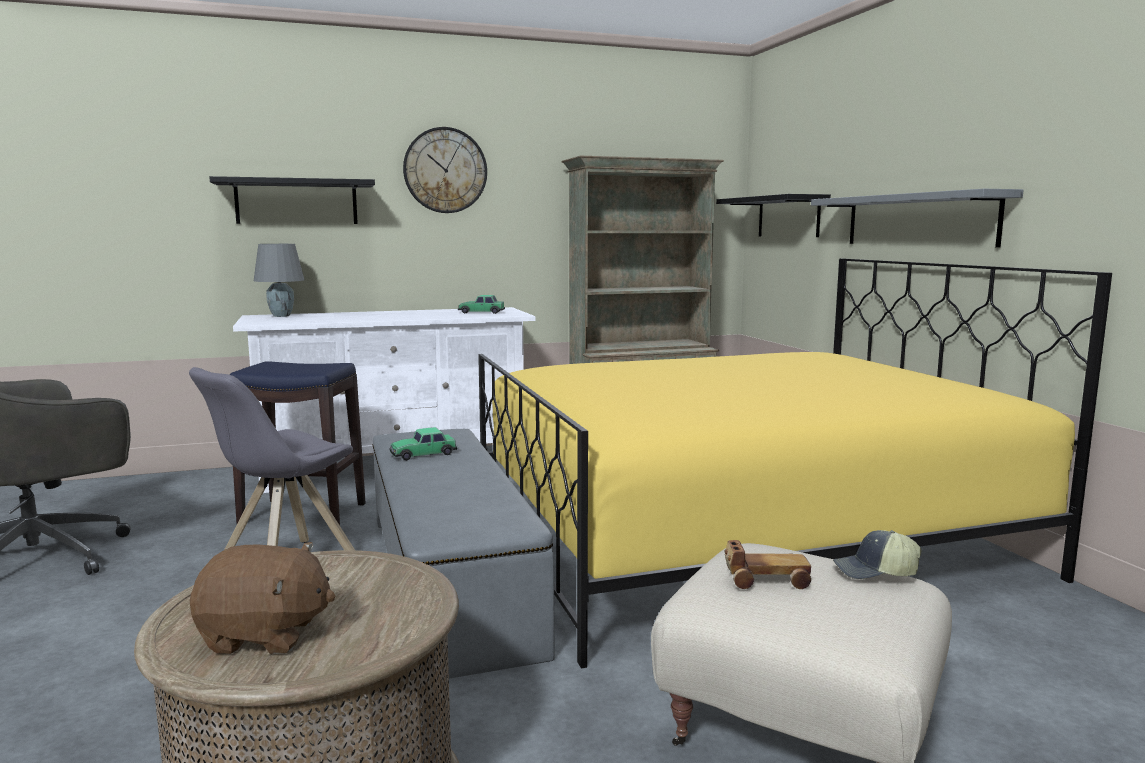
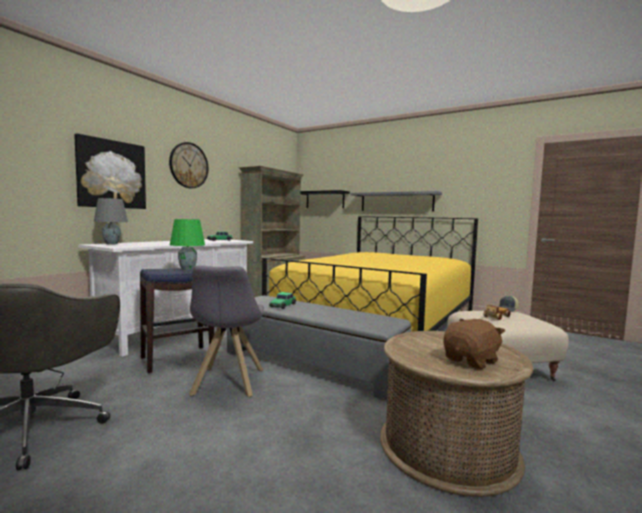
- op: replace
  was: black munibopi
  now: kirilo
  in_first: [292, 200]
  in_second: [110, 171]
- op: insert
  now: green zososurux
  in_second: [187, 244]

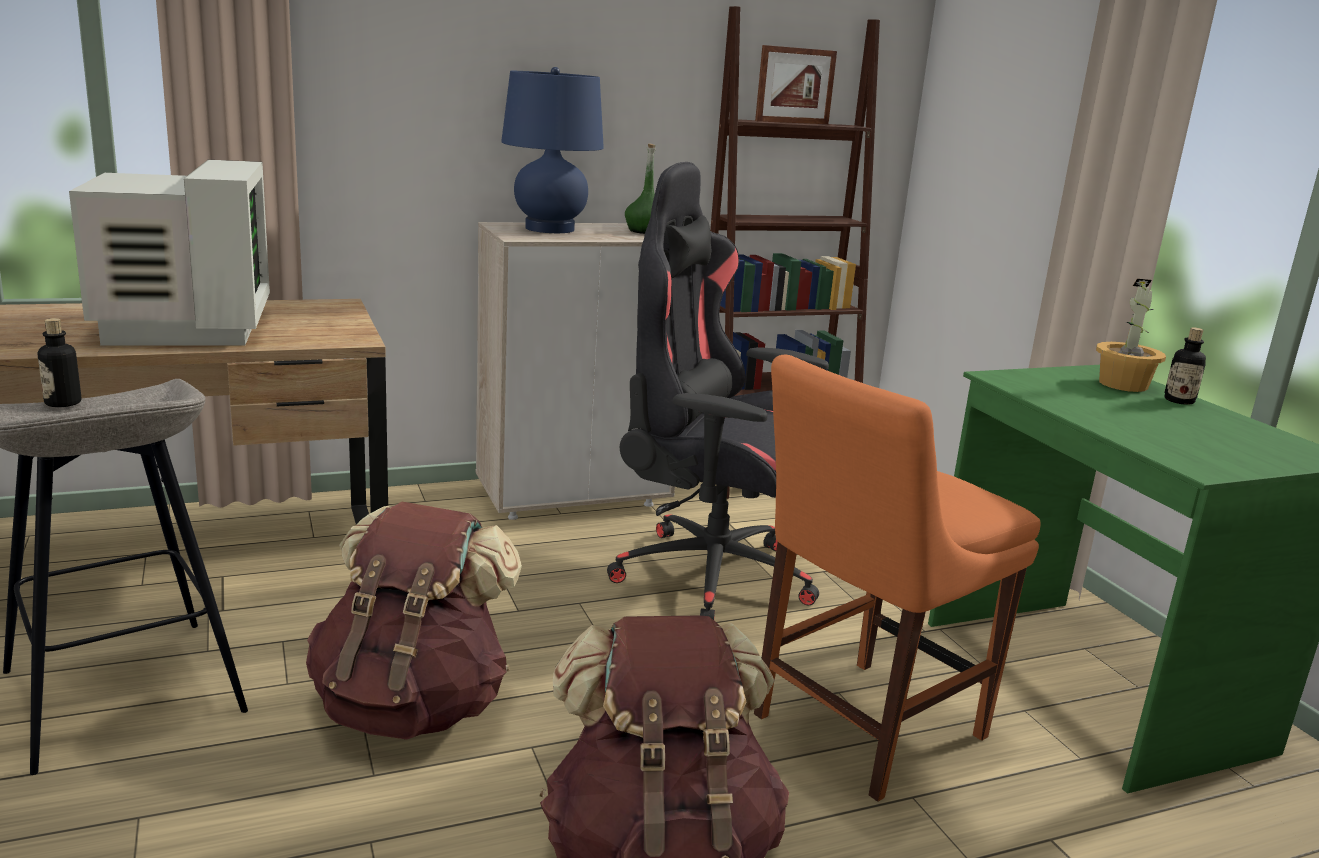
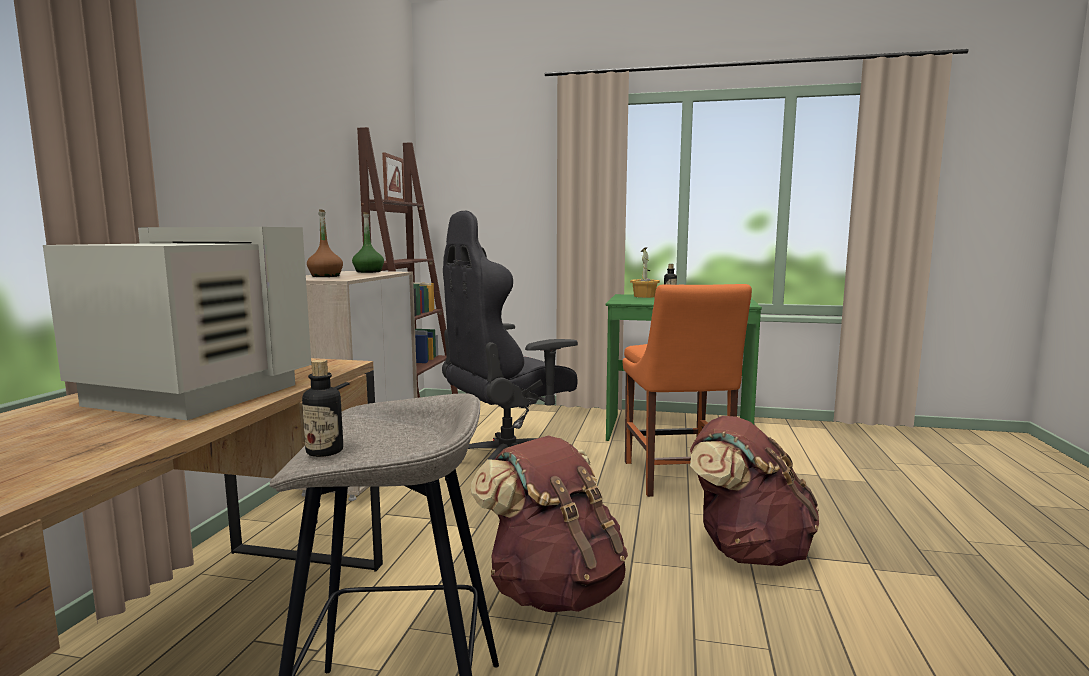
- op: replace
  was: blue zososurux
  now: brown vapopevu
  in_first: [552, 150]
  in_second: [325, 243]

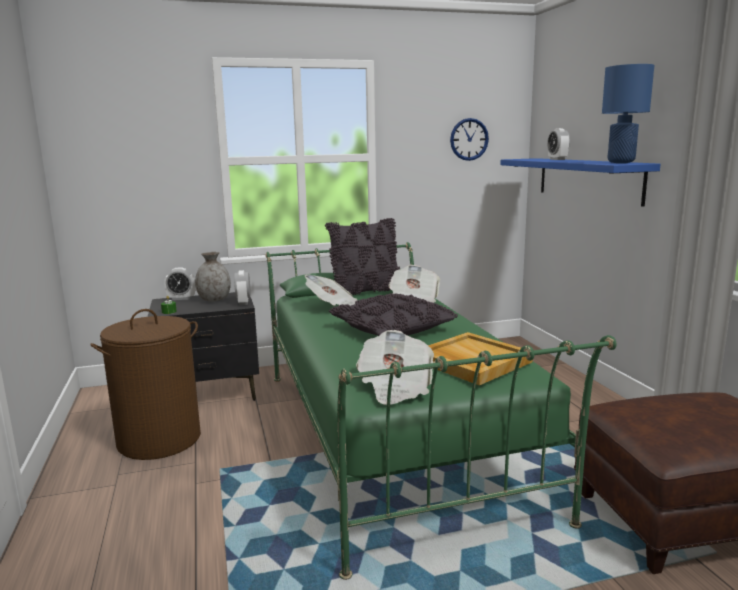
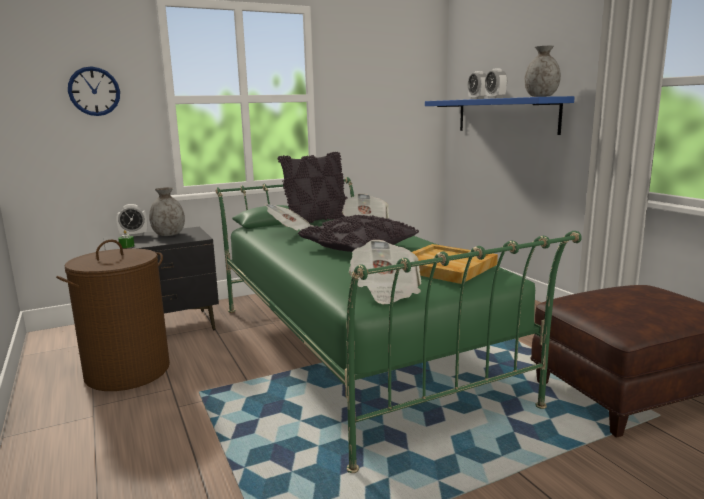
- op: move
  was: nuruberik
  in_first: [469, 139]
  in_second: [94, 91]
- op: move
  was: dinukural
  in_first: [242, 287]
  in_second: [496, 84]
- op: replace
  was: blue zososurux
  now: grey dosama
  in_first: [628, 113]
  in_second: [542, 71]

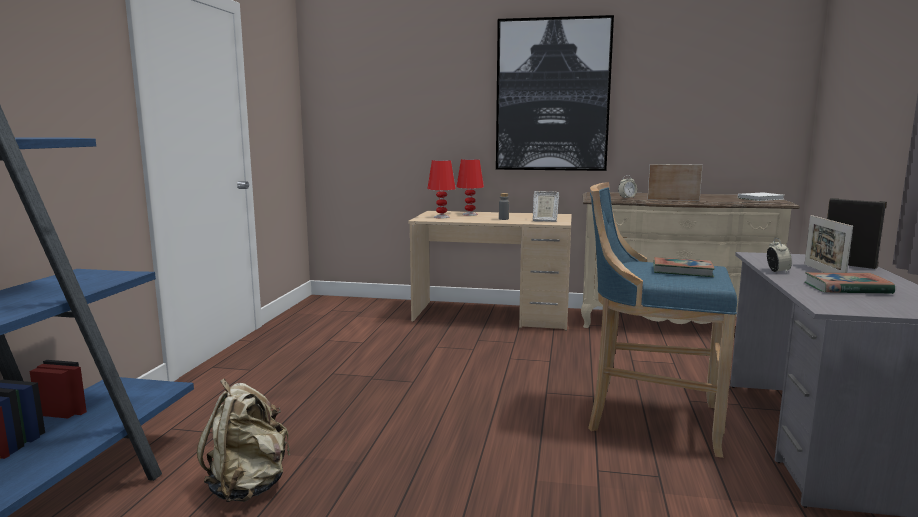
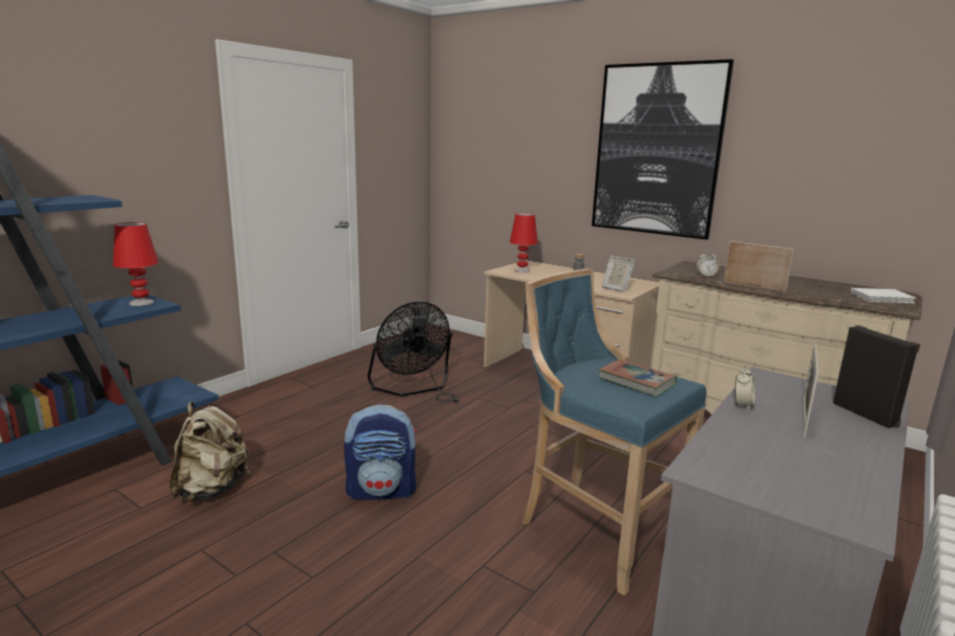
- op: move
  was: red zososurux
  in_first: [470, 187]
  in_second: [136, 264]
- op: insert
  now: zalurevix
  in_second: [380, 452]
- op: insert
  now: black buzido
  in_second: [413, 352]
- op: delete
  was: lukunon
  in_first: [849, 283]

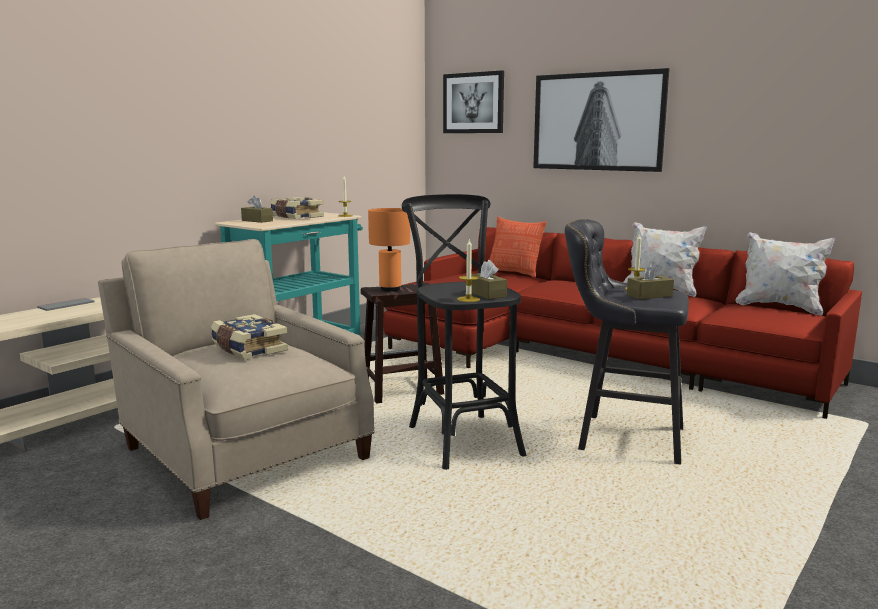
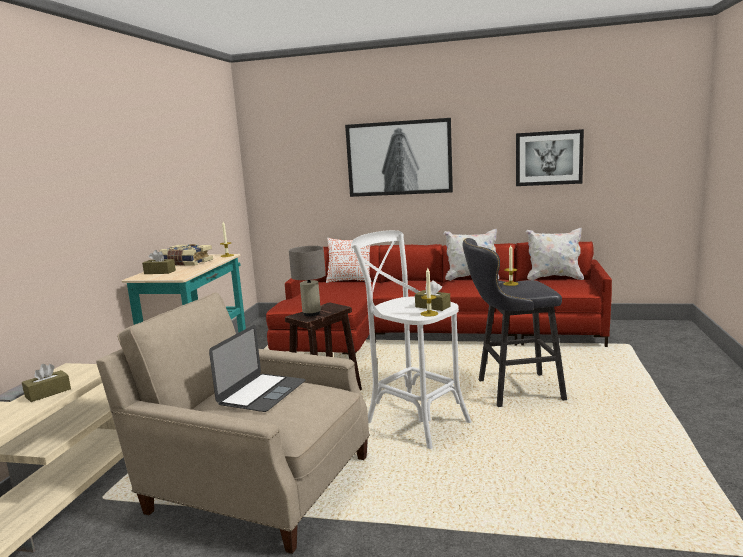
- op: move
  was: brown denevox
  in_first: [650, 281]
  in_second: [46, 383]
- op: replace
  was: lukunon
  now: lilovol
  in_first: [249, 337]
  in_second: [257, 368]
- op: recolor
  was: orange zososurux
  now: grey zososurux
  in_first: [389, 250]
  in_second: [307, 281]
- op: recolor
  was: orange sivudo
  now: white sivudo
  in_first: [518, 247]
  in_second: [348, 260]
- op: recolor
  was: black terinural
  now: white terinural
  in_first: [464, 332]
  in_second: [411, 339]
- op: move
  was: kirilo
  in_first: [473, 101]
  in_second: [550, 157]

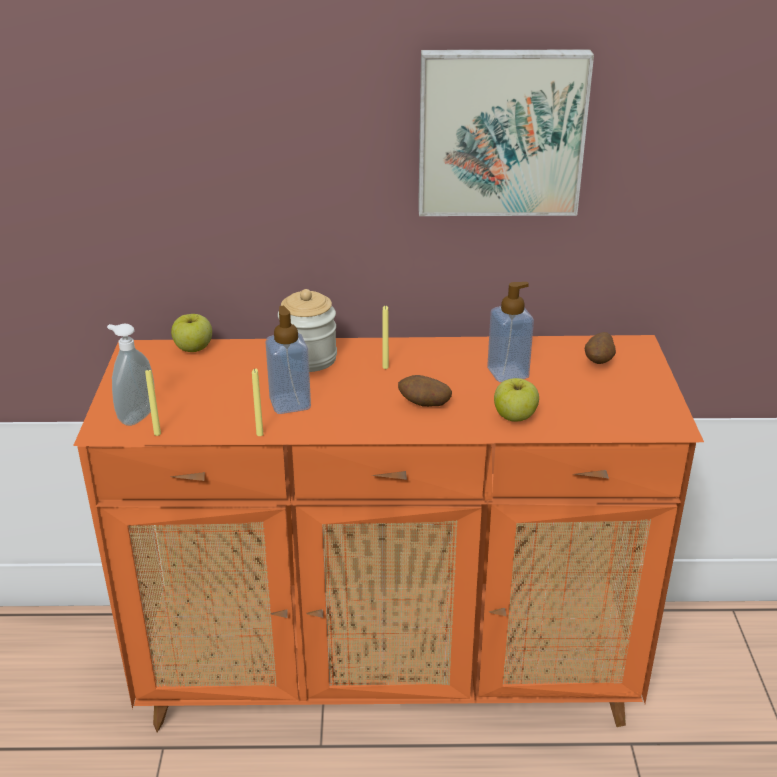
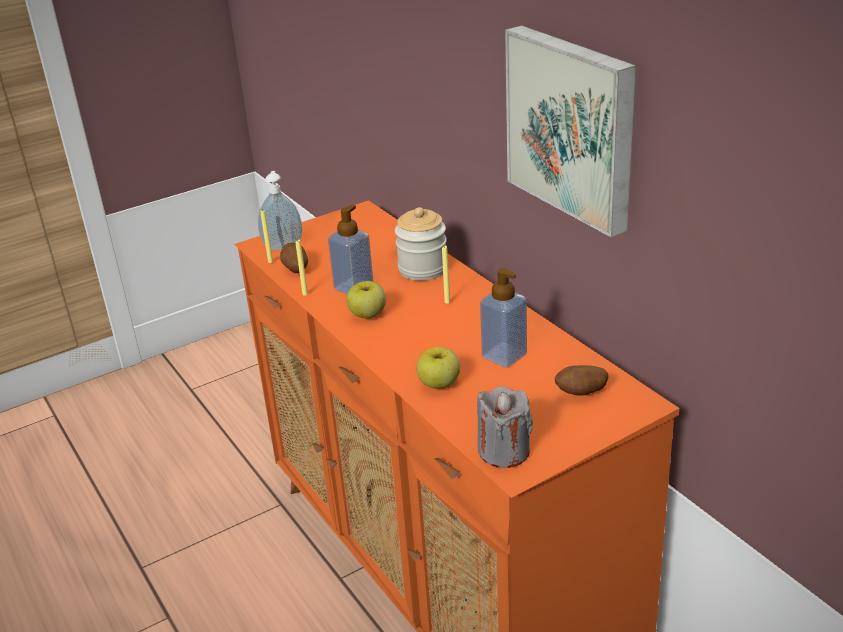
- op: move
  was: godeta
  in_first: [425, 391]
  in_second: [294, 257]
- op: move
  was: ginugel
  in_first: [191, 333]
  in_second: [366, 300]
- op: insert
  now: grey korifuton
  in_second: [505, 427]

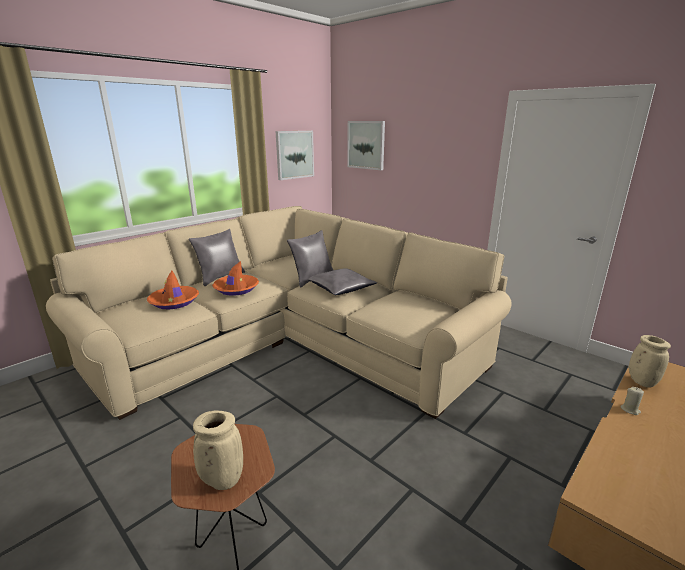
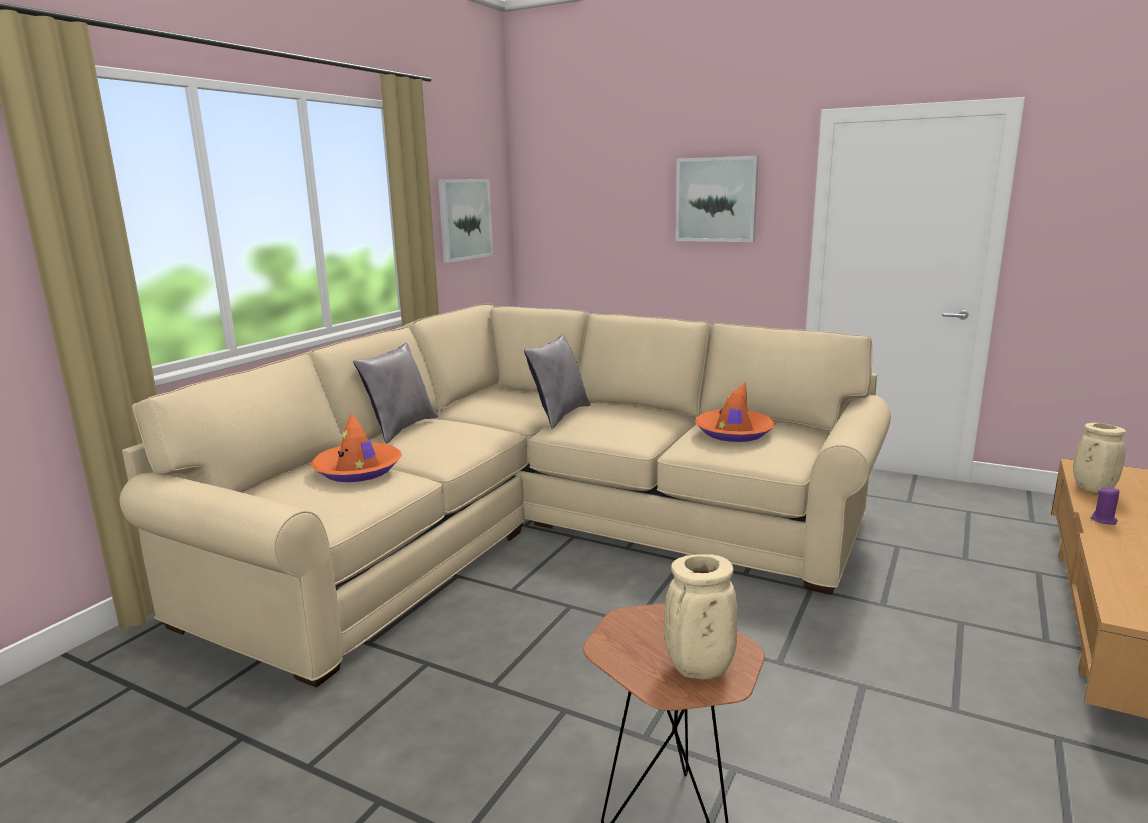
- op: move
  was: kirilo
  in_first: [366, 145]
  in_second: [717, 199]
- op: move
  was: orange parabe
  in_first: [235, 278]
  in_second: [735, 412]
- op: recolor
  was: beige korifuton
  now: purple korifuton
  in_first: [632, 401]
  in_second: [1105, 505]
- op: delete
  was: grey sivudo
  in_first: [342, 281]

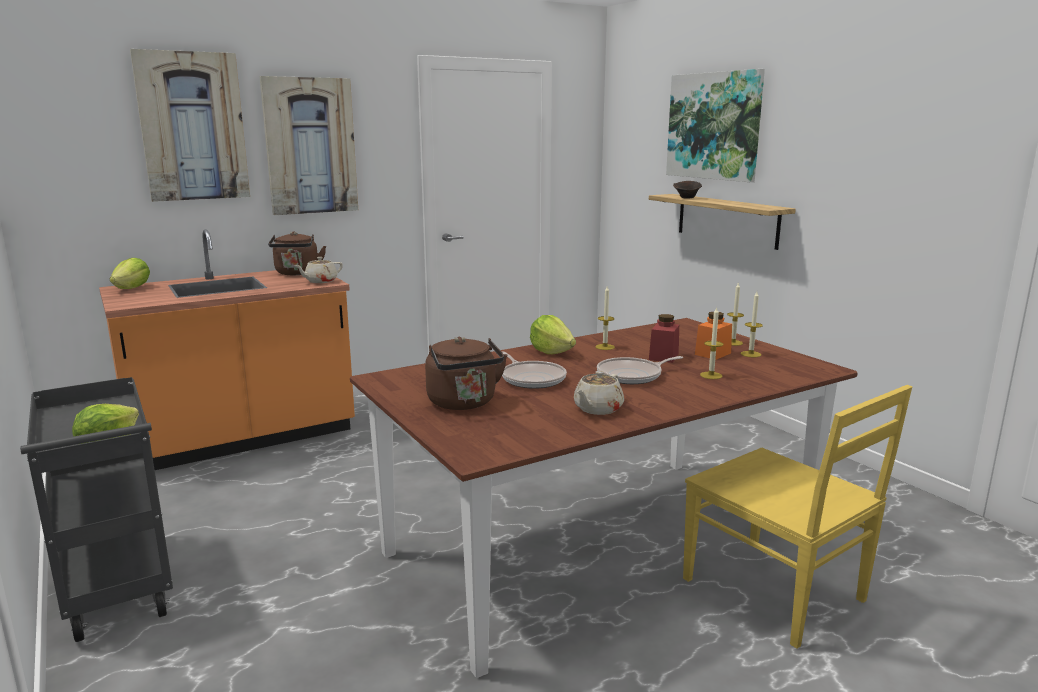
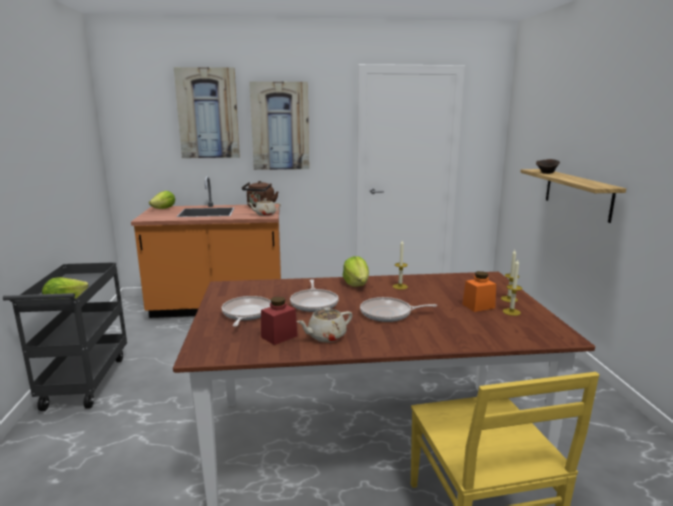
- op: replace
  was: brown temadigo
  now: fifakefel
  in_first: [466, 373]
  in_second: [246, 311]
- op: move
  was: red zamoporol
  in_first: [664, 338]
  in_second: [279, 320]
- op: delete
  was: kirilo
  in_first: [715, 125]
- op: delete
  was: korifuton
  in_first: [711, 343]

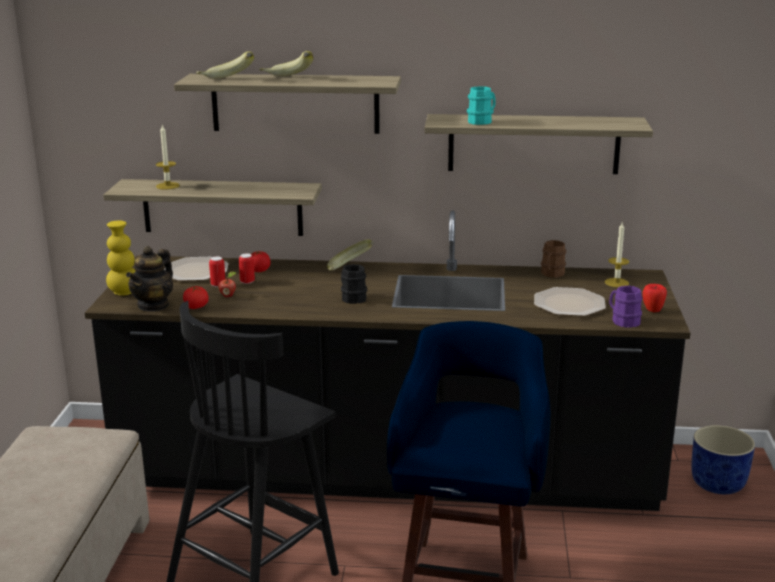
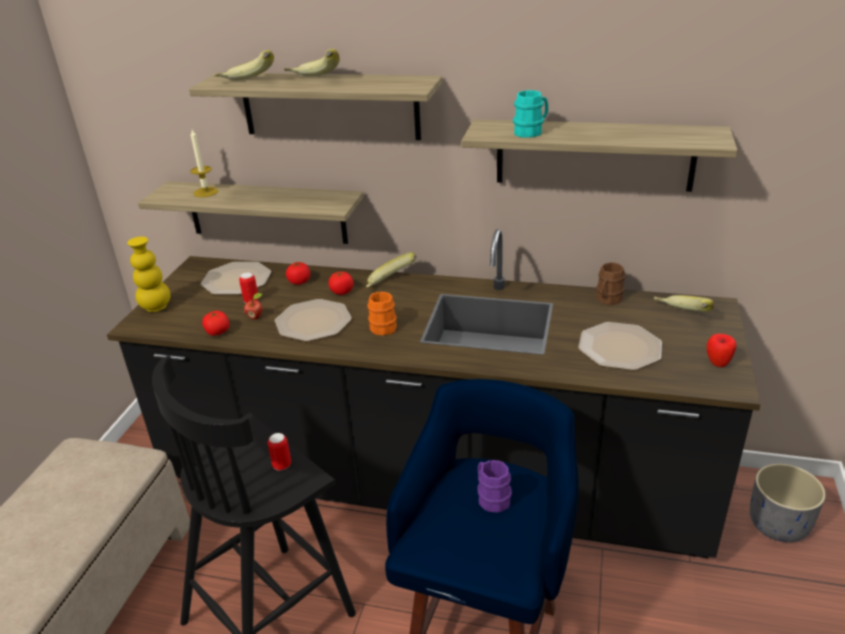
- op: move
  was: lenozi
  in_first: [247, 268]
  in_second: [279, 452]
- op: insert
  now: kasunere
  in_second: [313, 320]
- op: insert
  now: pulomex
  in_second: [341, 283]
- op: recolor
  was: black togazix
  now: orange togazix
  in_first: [354, 284]
  in_second: [382, 313]
- op: move
  was: purple togazix
  in_first: [625, 306]
  in_second: [494, 486]
- op: replace
  was: korifuton
  now: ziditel
  in_first: [617, 254]
  in_second: [683, 303]
- op: recolor
  was: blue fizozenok
  now: grey fizozenok
  in_first: [723, 459]
  in_second: [788, 503]
- op: delete
  was: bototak
  in_first: [149, 279]

